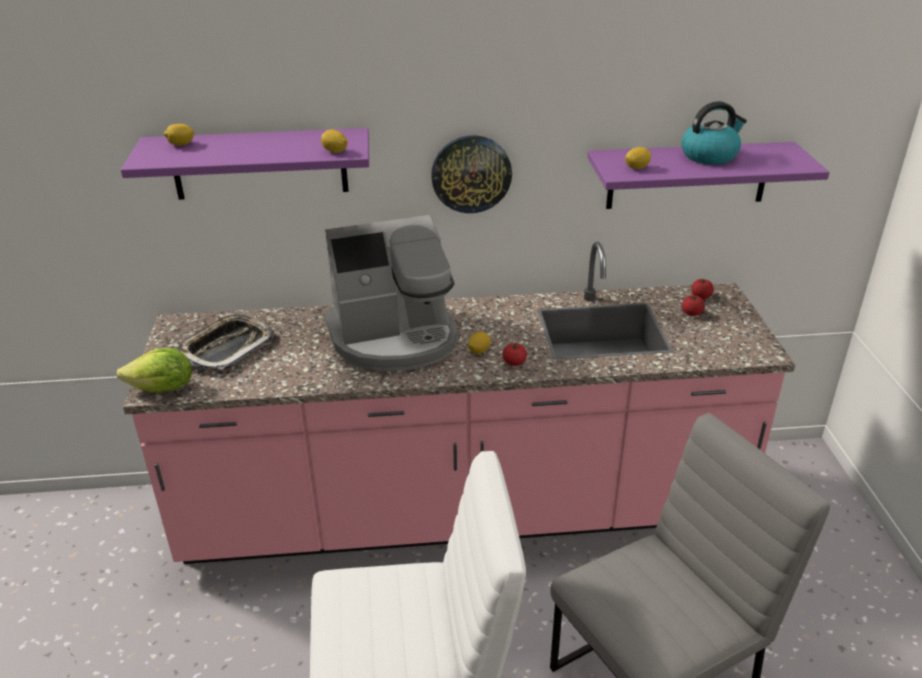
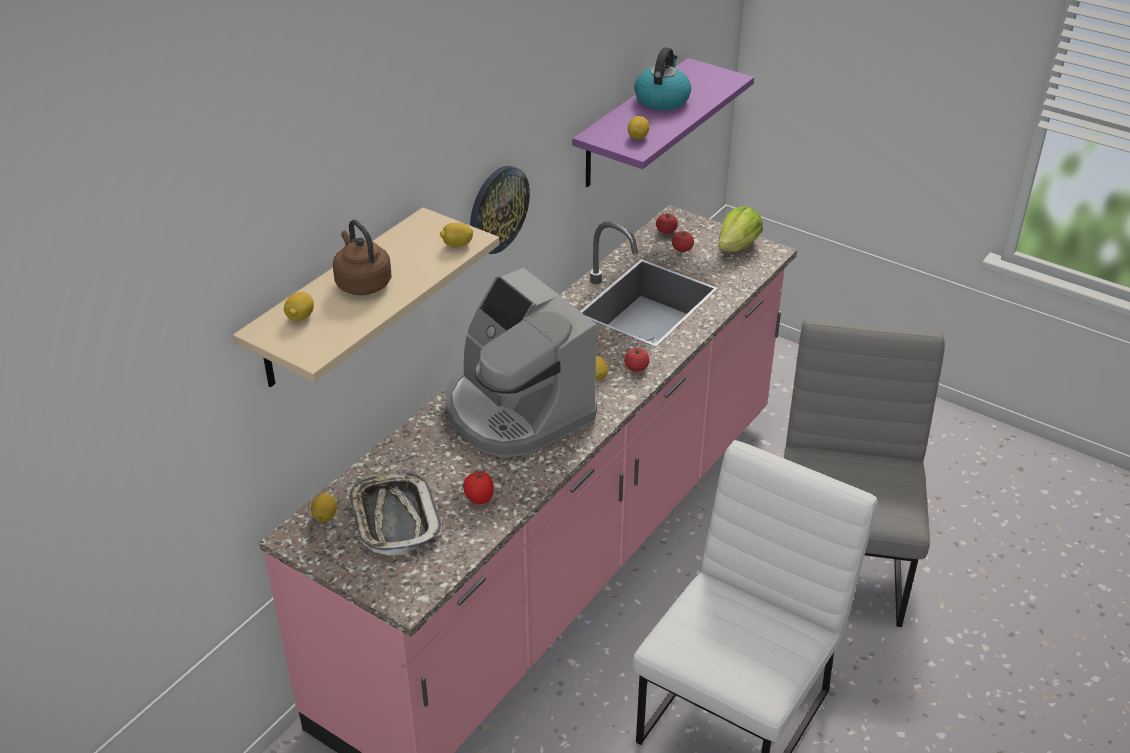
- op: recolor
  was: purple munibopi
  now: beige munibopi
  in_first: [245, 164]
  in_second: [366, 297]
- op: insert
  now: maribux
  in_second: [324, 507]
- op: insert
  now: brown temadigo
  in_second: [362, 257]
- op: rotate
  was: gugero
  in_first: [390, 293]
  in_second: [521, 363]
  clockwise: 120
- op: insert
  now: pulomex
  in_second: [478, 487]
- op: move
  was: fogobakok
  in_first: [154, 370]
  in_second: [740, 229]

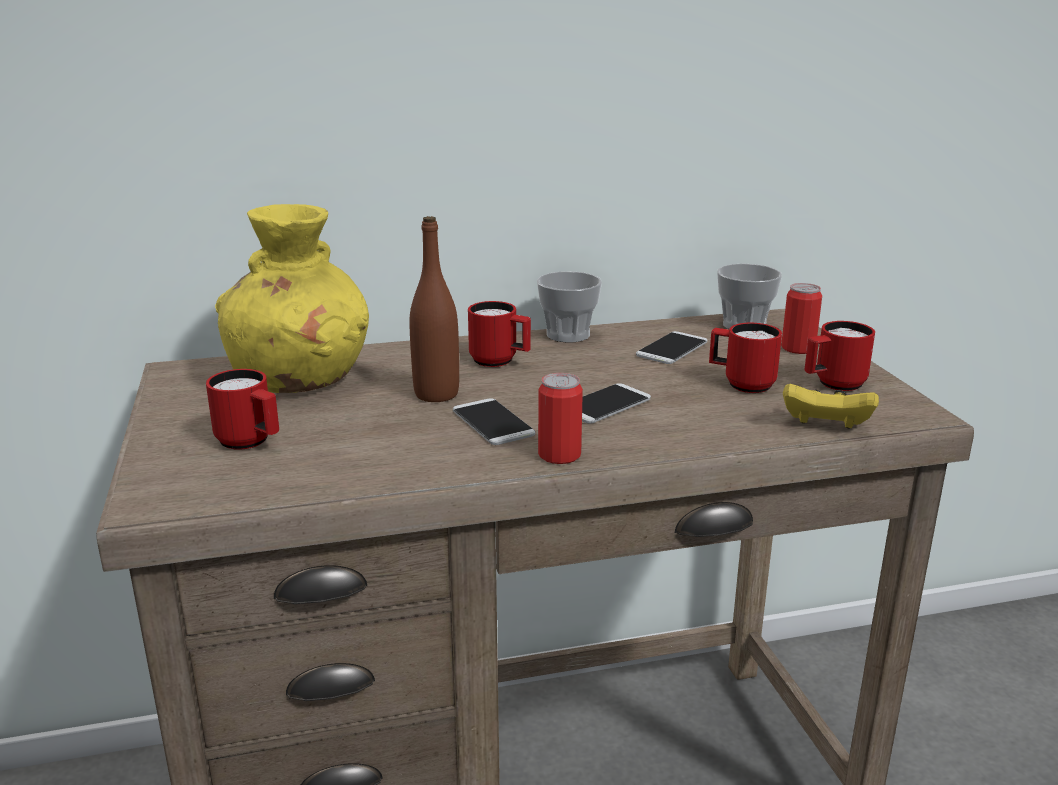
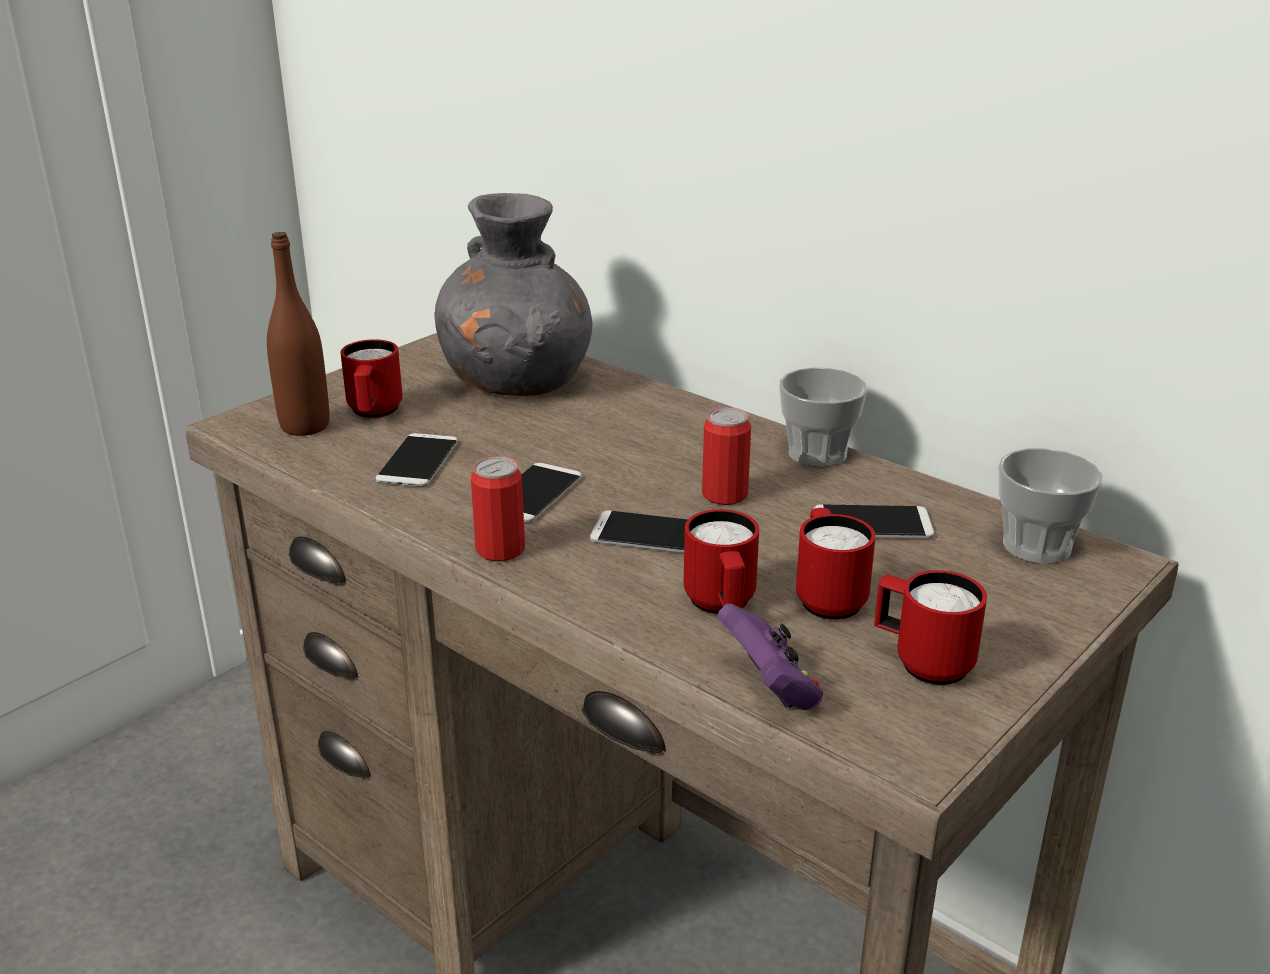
- op: move
  was: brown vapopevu
  in_first: [434, 309]
  in_second: [298, 334]
- op: insert
  now: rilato
  in_second: [417, 460]
- op: recolor
  was: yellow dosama
  now: grey dosama
  in_first: [292, 298]
  in_second: [513, 294]
- op: move
  was: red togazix
  in_first: [499, 334]
  in_second: [721, 561]
- op: move
  was: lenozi
  in_first: [801, 318]
  in_second: [726, 456]
- op: recolor
  was: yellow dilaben
  now: purple dilaben
  in_first: [831, 406]
  in_second: [770, 656]

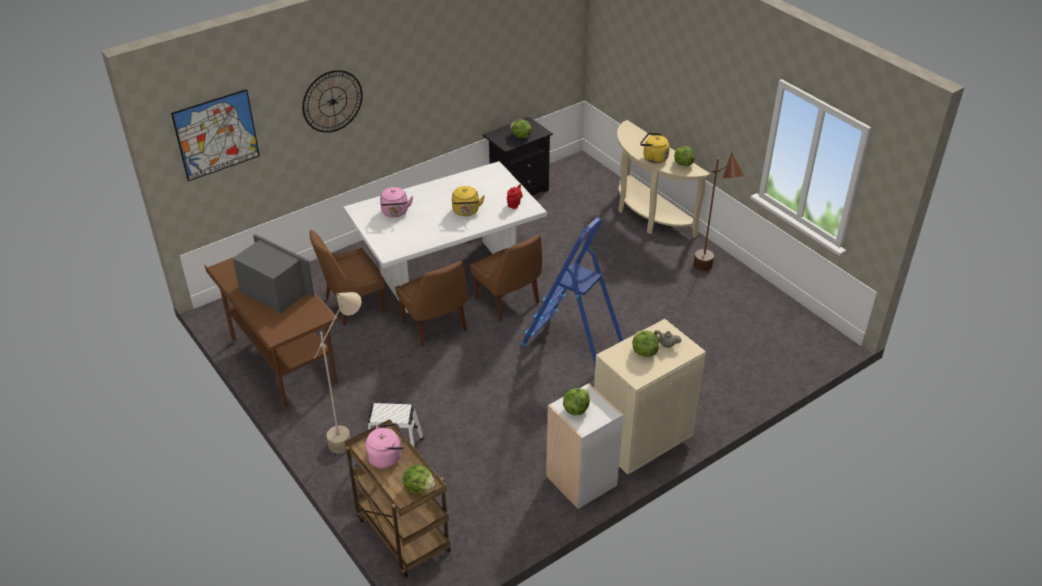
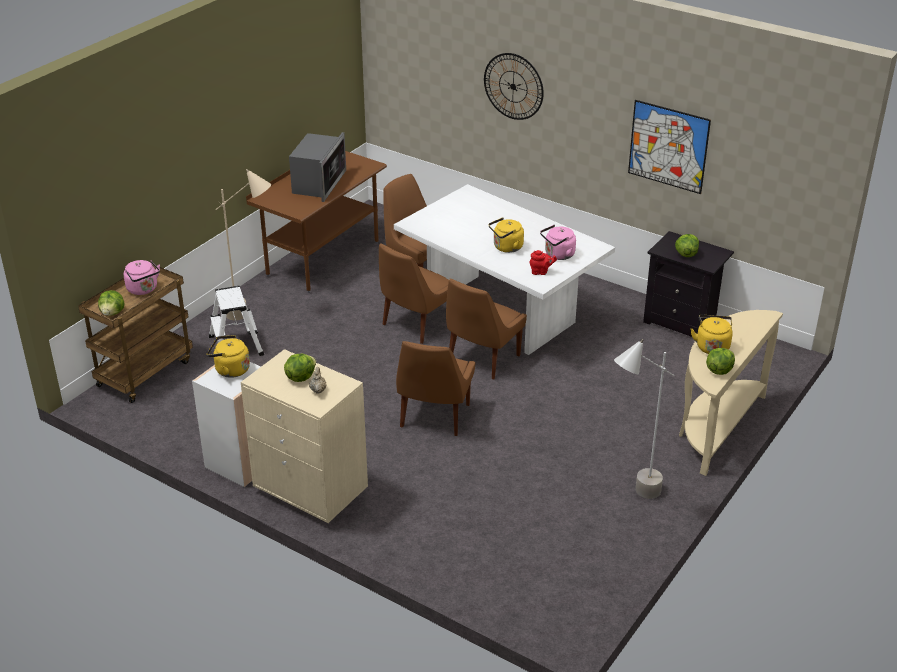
- op: replace
  was: fogobakok
  now: yellow temadigo
  in_first: [576, 401]
  in_second: [228, 356]
- op: replace
  was: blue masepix
  now: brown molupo
  in_first: [572, 291]
  in_second: [435, 388]
- op: move
  was: pink temadigo
  in_first: [396, 202]
  in_second: [558, 242]
- op: recolor
  was: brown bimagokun
  now: grey bimagokun
  in_first: [718, 212]
  in_second: [644, 419]
- op: move
  was: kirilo
  in_first: [215, 135]
  in_second: [669, 147]

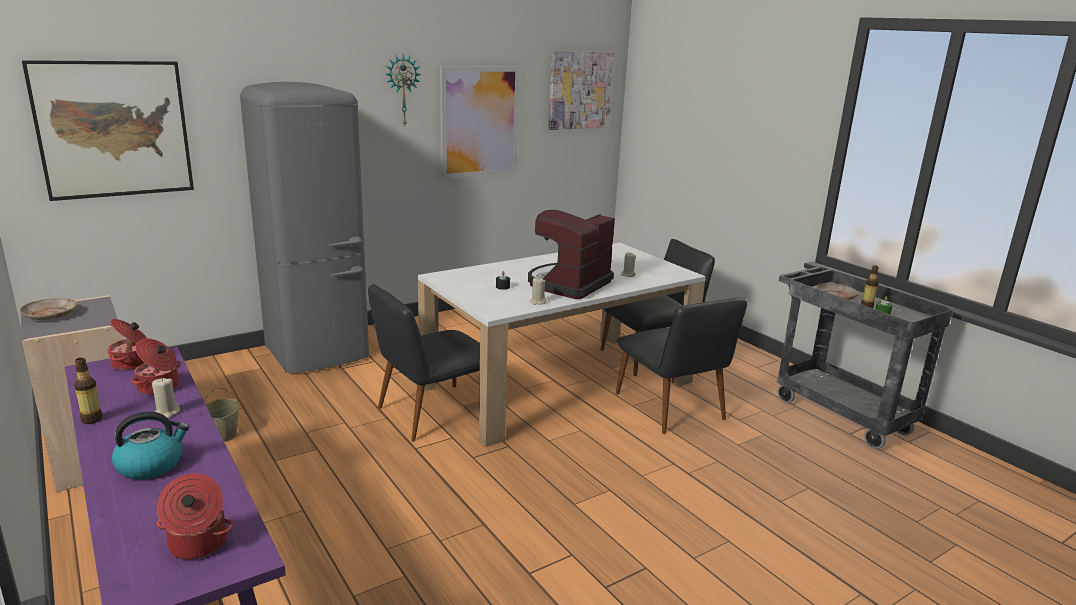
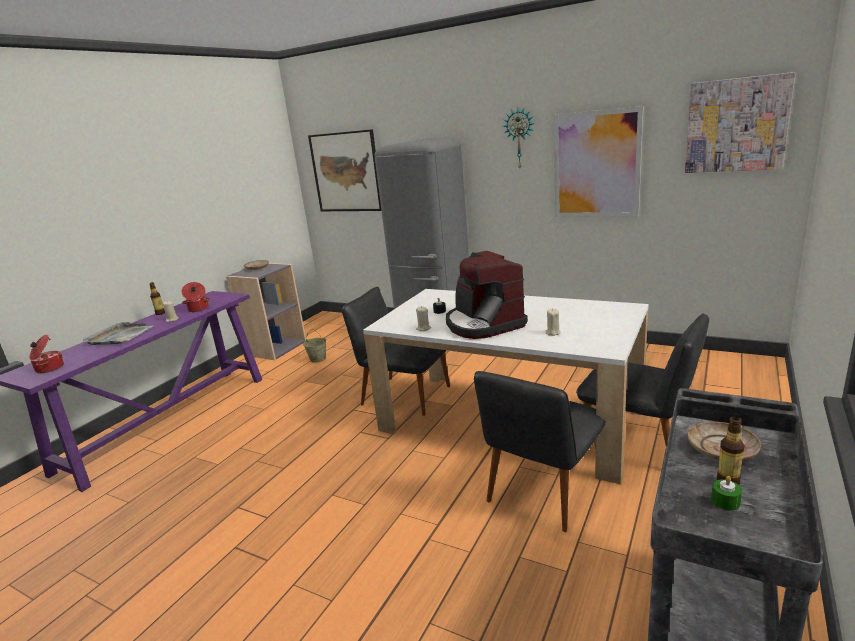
- op: replace
  was: temadigo
  now: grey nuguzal
  in_first: [151, 445]
  in_second: [118, 333]
- op: rotate
  was: gugero
  in_first: [571, 254]
  in_second: [487, 295]
  clockwise: -120
- op: delete
  was: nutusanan
  in_first: [127, 345]

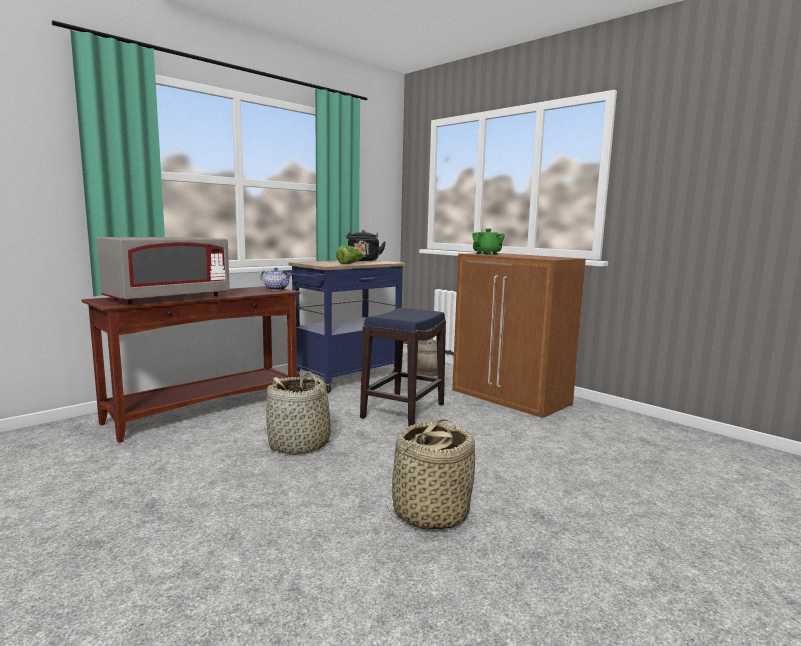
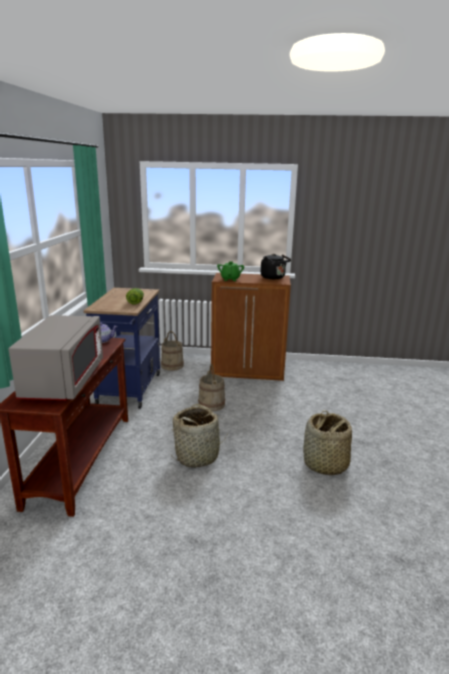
- op: replace
  was: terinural
  now: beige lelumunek
  in_first: [403, 367]
  in_second: [211, 387]
- op: move
  was: black temadigo
  in_first: [366, 245]
  in_second: [276, 266]

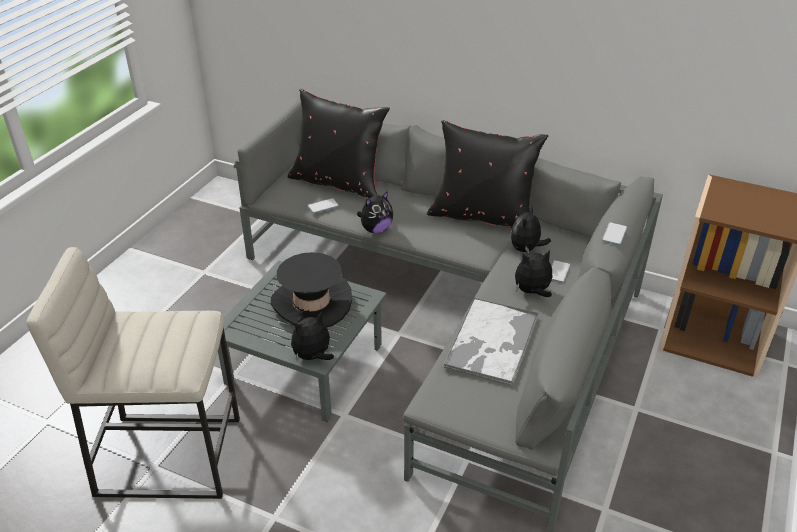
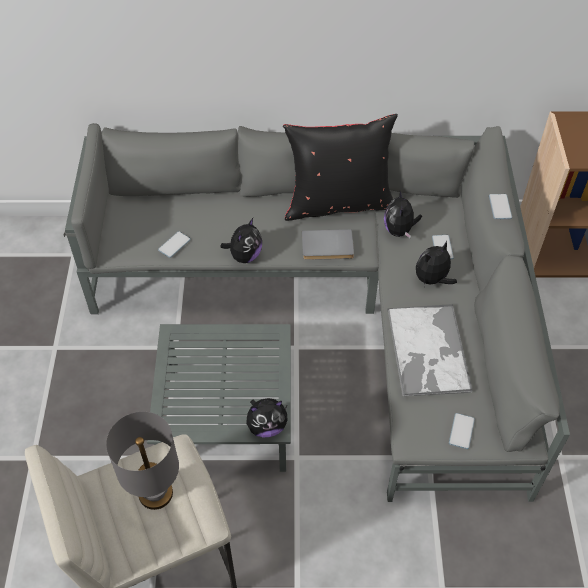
- op: insert
  now: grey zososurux
  in_second: [142, 461]
- op: rotate
  was: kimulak
  in_first: [312, 337]
  in_second: [267, 418]
  clockwise: -135
- op: insert
  now: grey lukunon
  in_second: [328, 244]
- op: insert
  now: rilato
  in_second: [462, 431]
- op: delete
  was: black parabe
  in_first: [311, 289]
- op: delete
  was: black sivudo
  in_first: [339, 144]

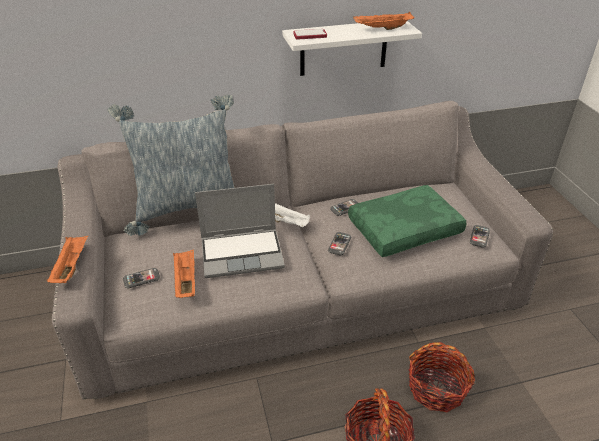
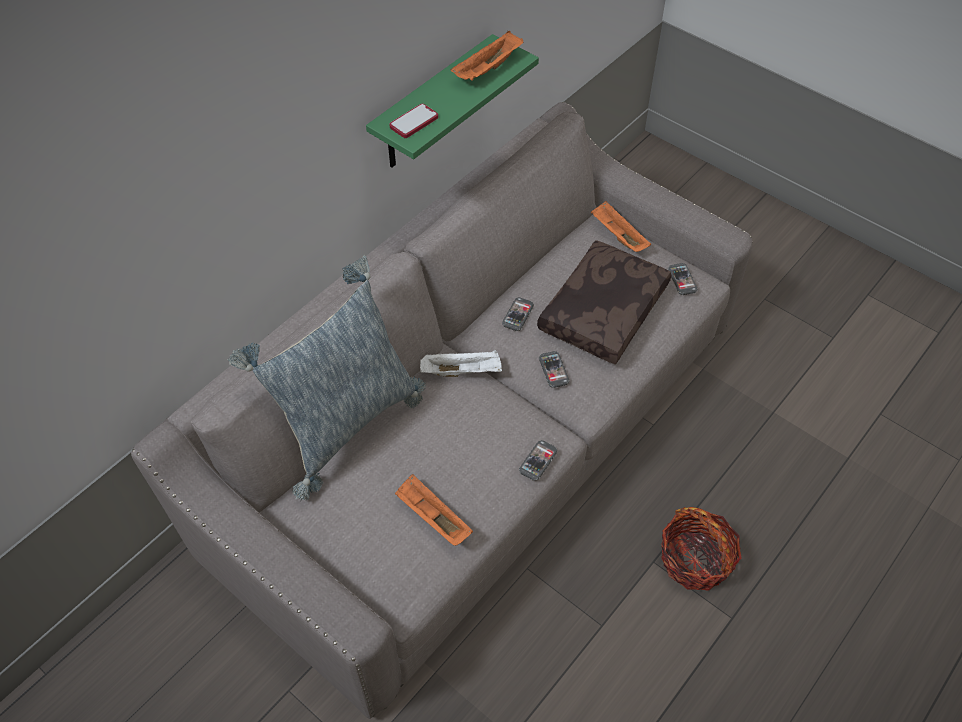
- op: recolor
  was: white munibopi
  now: green munibopi
  in_first: [352, 48]
  in_second: [452, 101]
- op: move
  was: rilato
  in_first: [141, 278]
  in_second: [538, 460]
- op: recolor
  was: green sivudo
  now: brown sivudo
  in_first: [407, 221]
  in_second: [604, 302]
- op: move
  was: orange nuguzal
  in_first: [67, 259]
  in_second: [620, 226]
- op: delete
  was: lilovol
  in_first: [240, 231]
- op: delete
  was: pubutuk
  in_first: [442, 377]

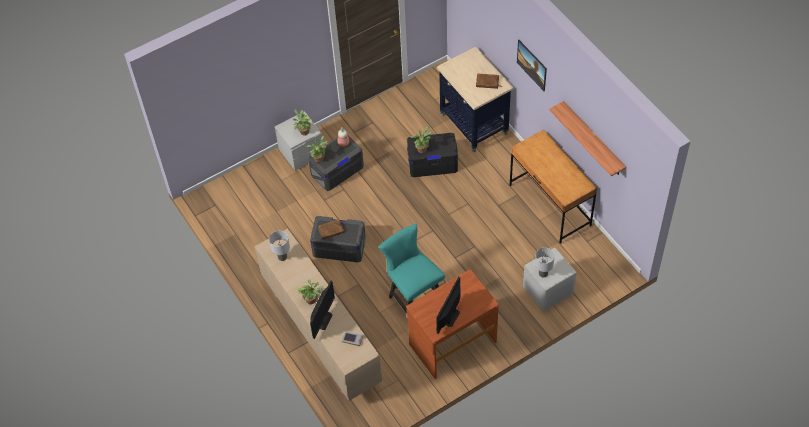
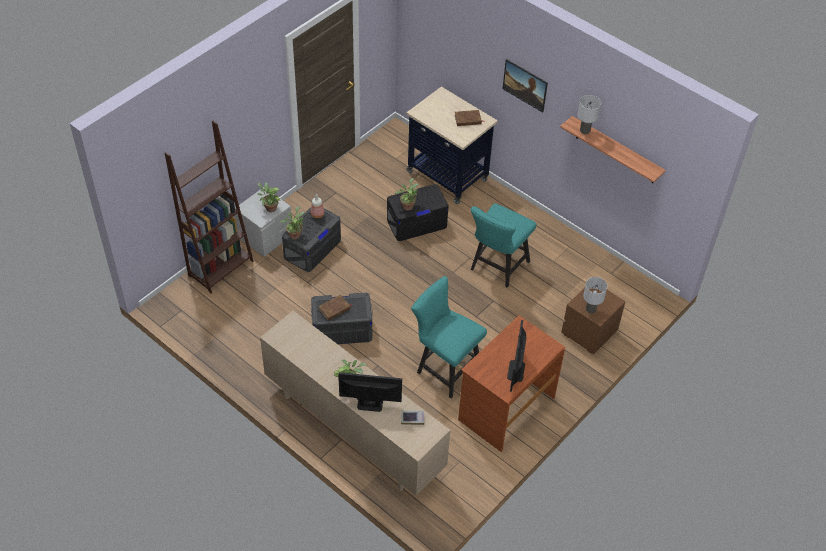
- op: insert
  now: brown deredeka
  in_second: [209, 207]
- op: rotate
  was: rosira
  in_first: [322, 310]
  in_second: [370, 392]
  clockwise: -90
- op: insert
  now: turquoise molupo
  in_second: [504, 245]
- op: recolor
  was: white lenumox
  now: brown lenumox
  in_first: [550, 279]
  in_second: [593, 321]
- op: move
  was: white zososurux
  in_first: [279, 246]
  in_second: [589, 114]
- op: delete
  was: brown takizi
  in_first: [553, 186]

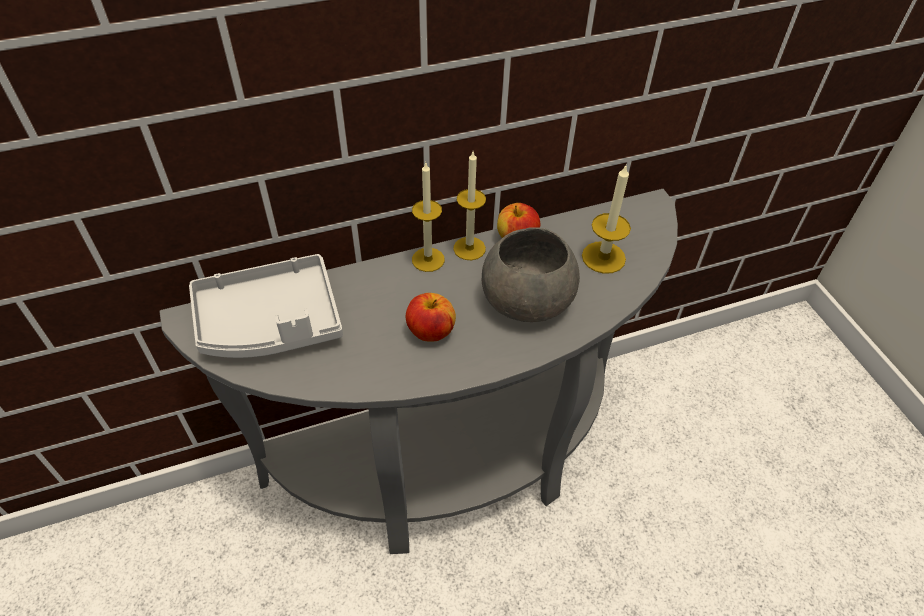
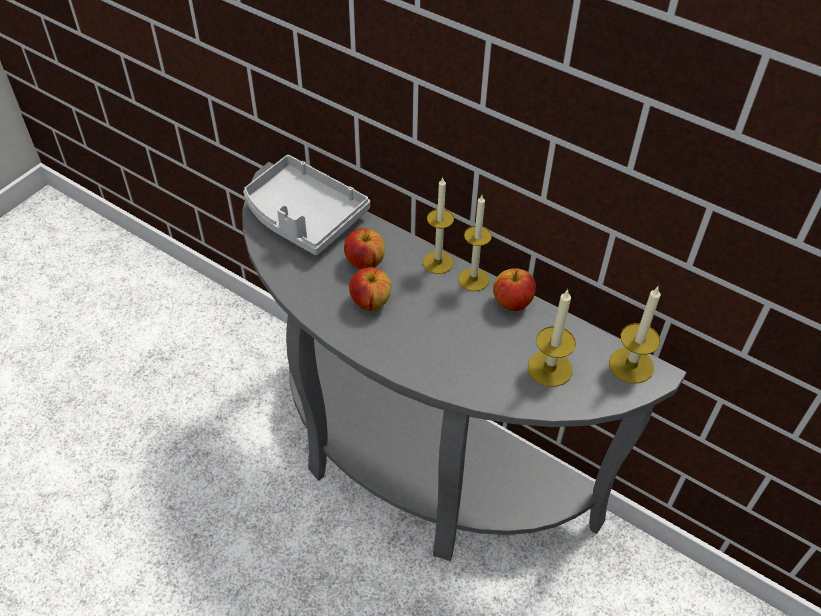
- op: insert
  now: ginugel
  in_second: [364, 248]
- op: insert
  now: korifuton
  in_second: [635, 335]
- op: delete
  was: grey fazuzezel
  in_first: [531, 274]

